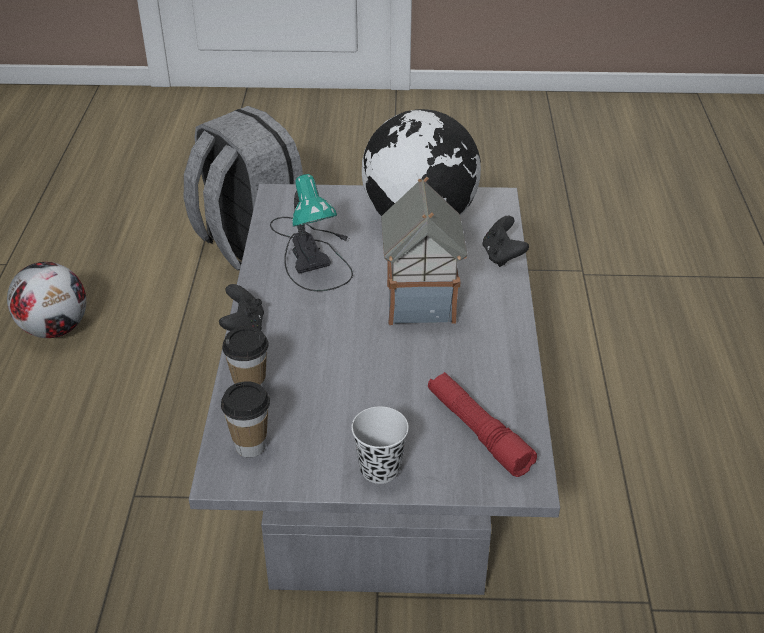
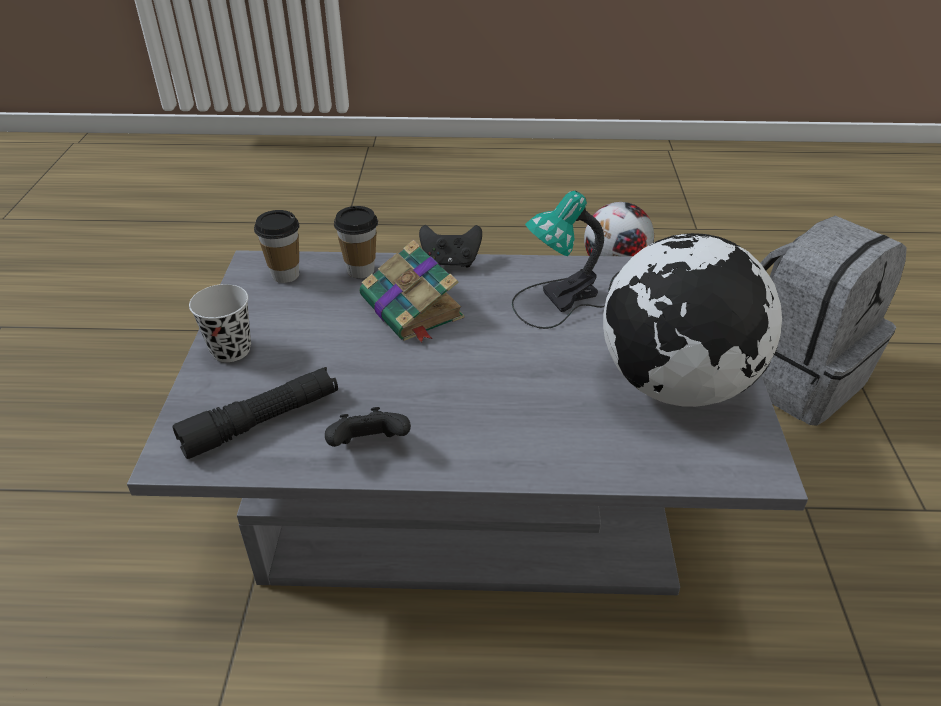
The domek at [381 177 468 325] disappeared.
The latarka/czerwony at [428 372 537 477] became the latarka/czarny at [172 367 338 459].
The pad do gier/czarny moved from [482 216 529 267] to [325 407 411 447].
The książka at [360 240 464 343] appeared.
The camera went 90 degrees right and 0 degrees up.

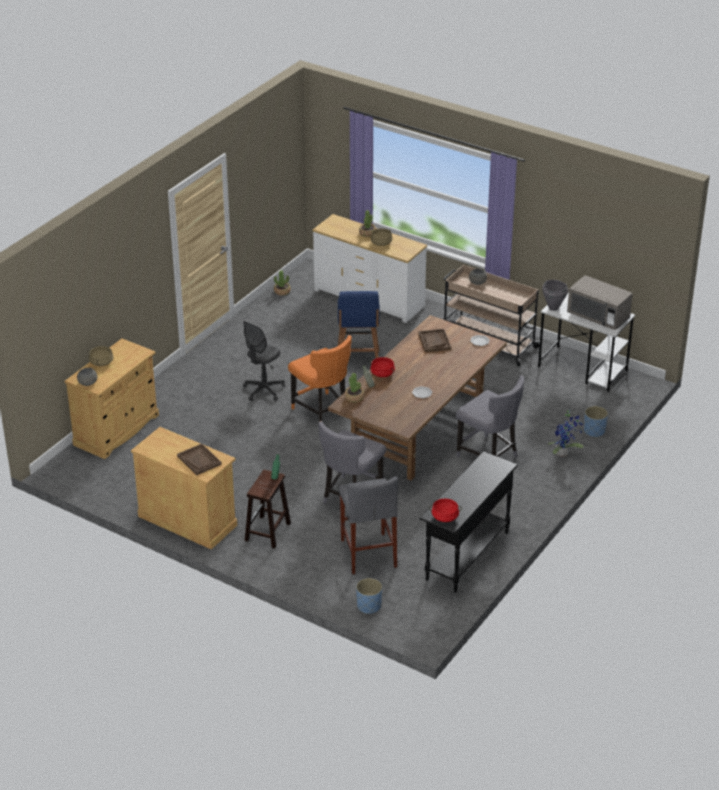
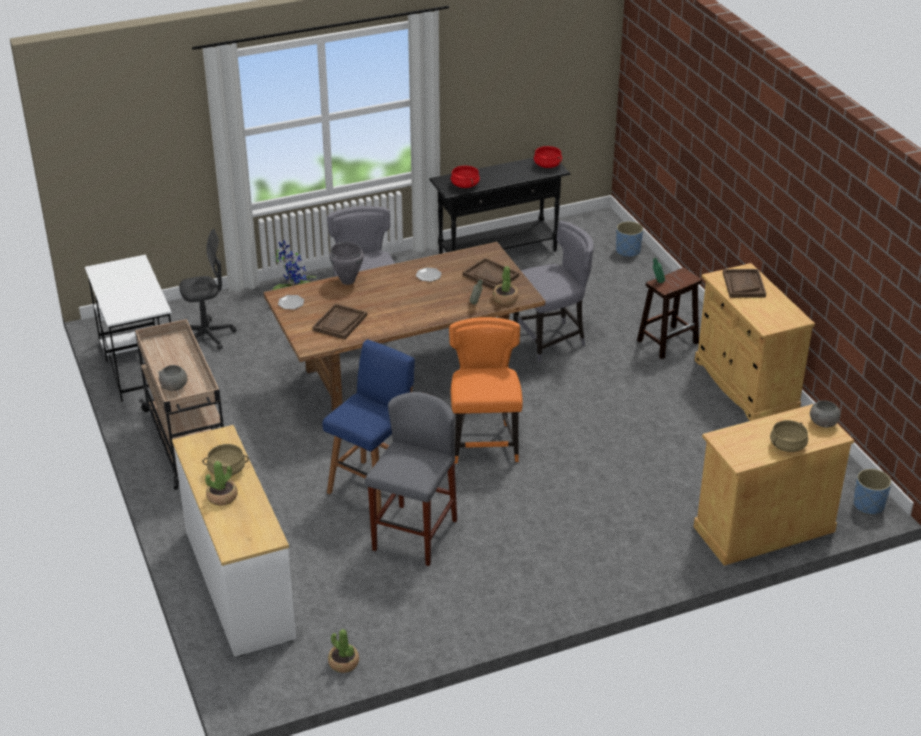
The krzesło biurowe/szary moved from [243 321 285 401] to [179 229 236 350].
The stołek/szary moved from [339 477 398 574] to [365 392 457 566].
The garnek/czerwony moved from [370 357 395 377] to [451 165 480 188].
The garnek/szary moved from [542 280 568 311] to [329 242 364 285].
The mikrofalówka/szary at [567 275 633 330] disappeared.
The donica/niebieski moved from [584 406 608 438] to [854 469 892 514].
The taca/brązowy at [463 258 519 290] appeared.
The camera went 145 degrees left and 0 degrees up.

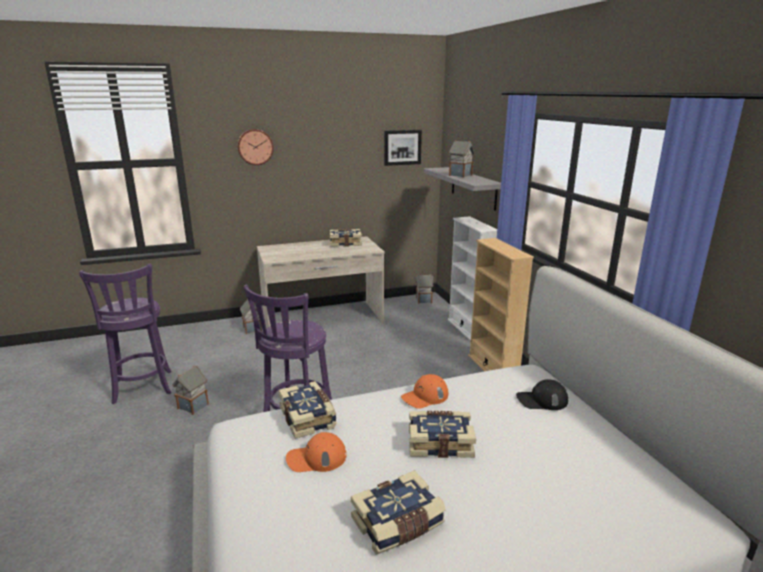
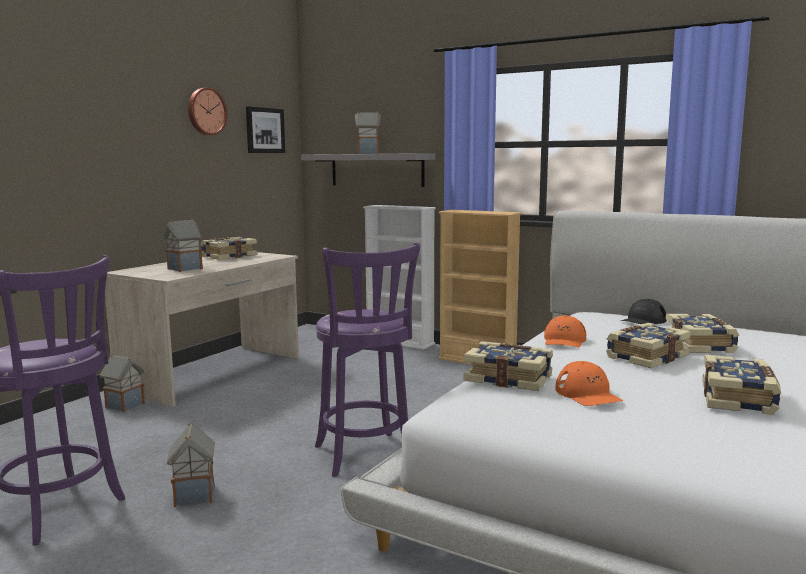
The zegar ścienny moved from [238 129 274 165] to [188 88 227 135].
The czapka z daszkiem/pomarańczowy at [286 432 347 472] turned 60 degrees counterclockwise.
The domek moved from [415 275 433 304] to [163 219 203 272].
The książka at [666 314 739 353] appeared.
The camera went 40 degrees left and 10 degrees down.

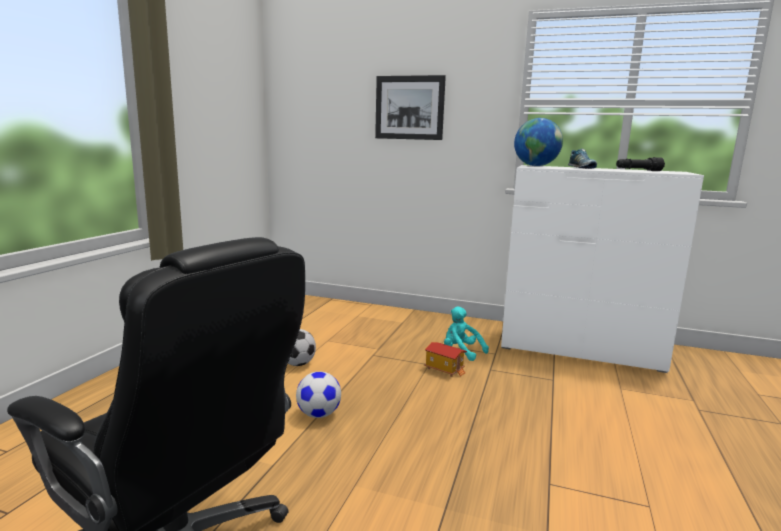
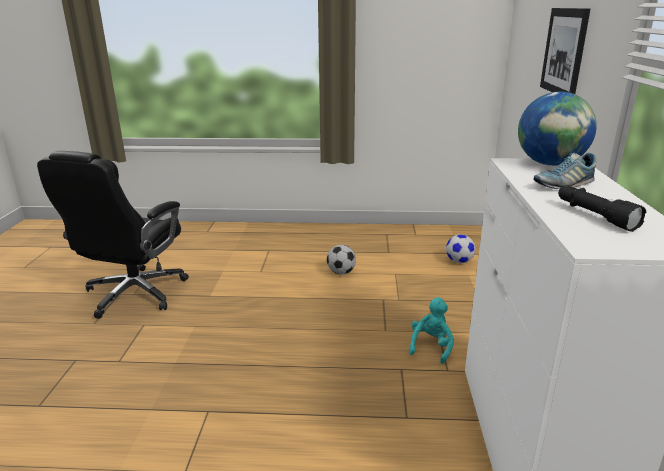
The piłka futbolowa moved from [296 372 341 418] to [446 235 476 263].
The domek at [424 342 467 377] disappeared.
The camera went 75 degrees right and 10 degrees up.

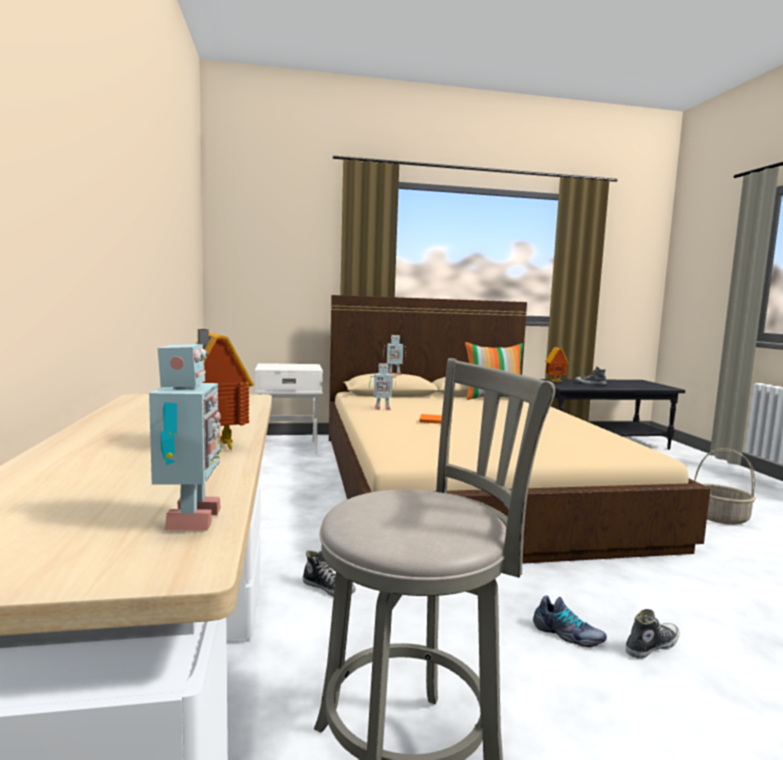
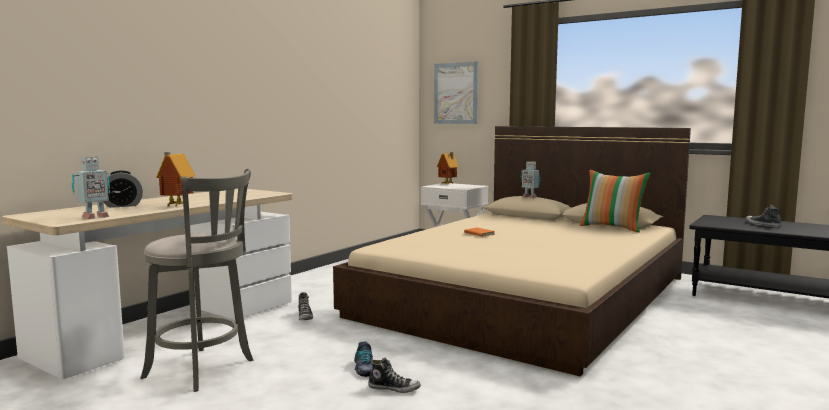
The robot zabawkowy at [369 363 396 410] disappeared.
The domek moved from [545 346 569 382] to [437 152 458 184].
The koszyk at [694 448 756 525] disappeared.
The budzik at [103 170 143 208] appeared.
The obraz at [434 61 478 124] appeared.
The camera went 45 degrees right and 0 degrees up.

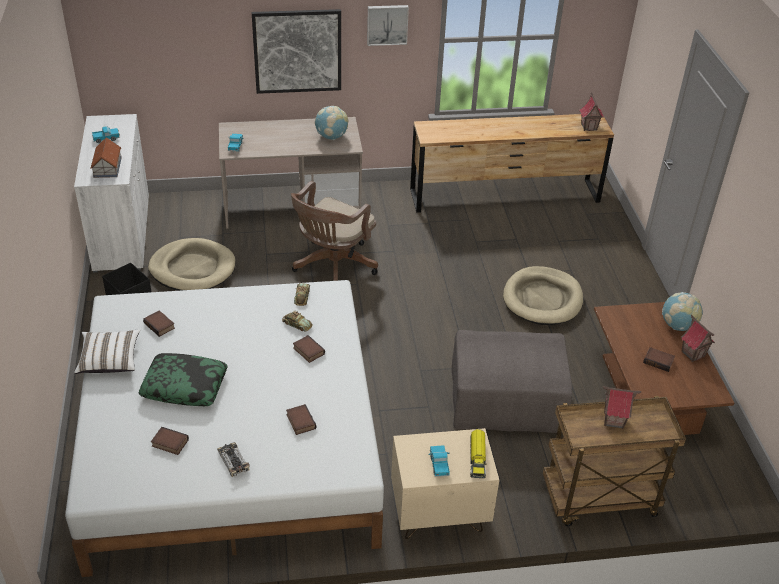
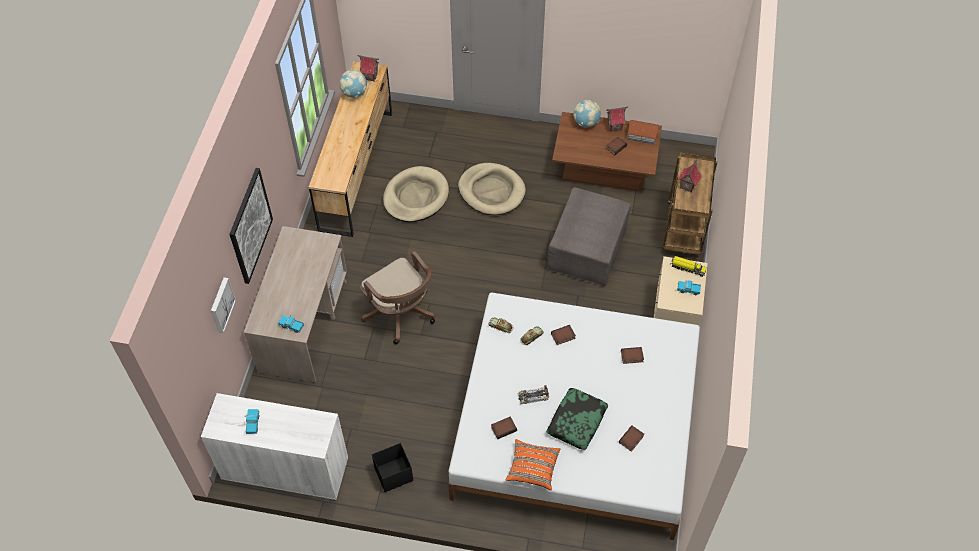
The poduszka/biały at [74 329 141 374] became the poduszka/pomarańczowy at [505 439 560 490].
The domek moved from [90 137 122 178] to [627 120 659 144].
The legowisko/beżowy moved from [148 238 235 291] to [383 166 449 222].
The samochodzik moved from [217 442 250 477] to [518 385 549 404].
The globus moved from [315 106 348 140] to [339 69 367 98].
The obraz moved from [367 5 409 46] to [211 277 236 333].
The camera went 70 degrees left and 15 degrees up.

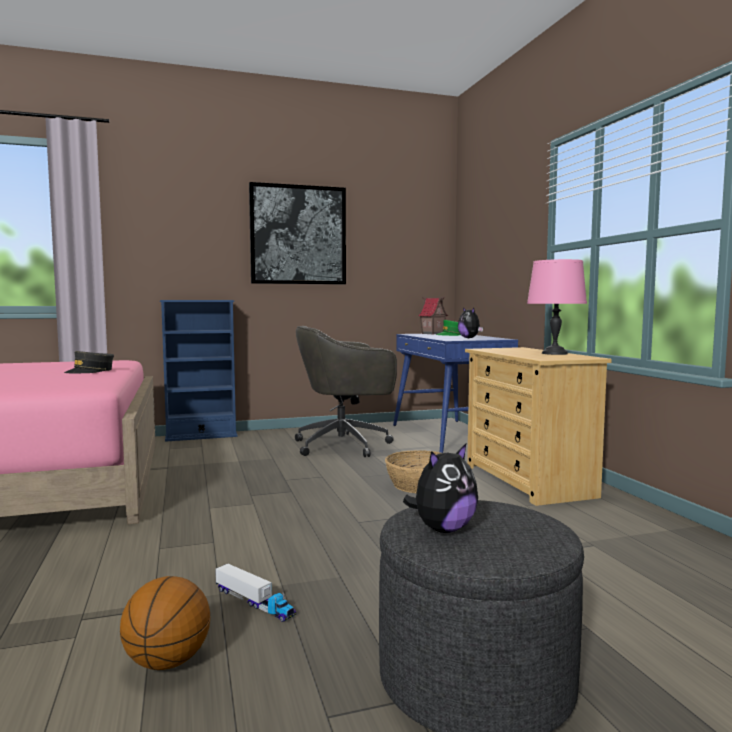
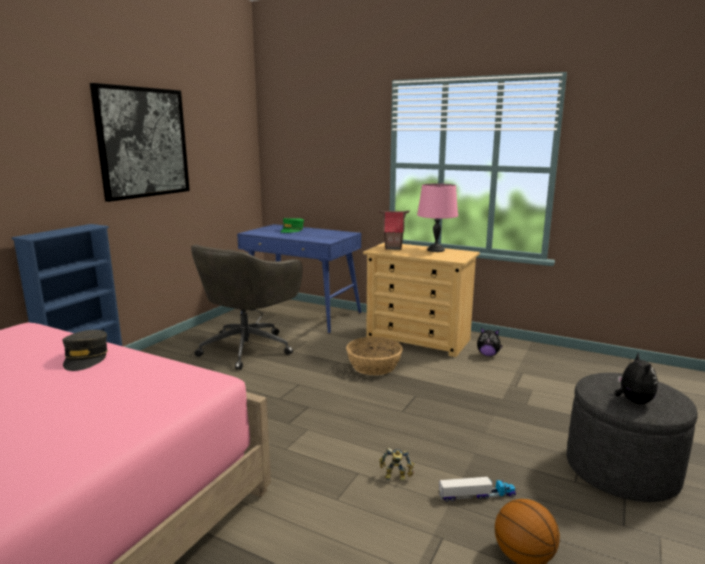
The domek moved from [417 296 448 335] to [379 210 410 250].
The pluszak moved from [458 307 483 338] to [477 328 503 356].
The robot zabawkowy at [379 448 414 480] appeared.
The camera went 45 degrees left and 10 degrees up.

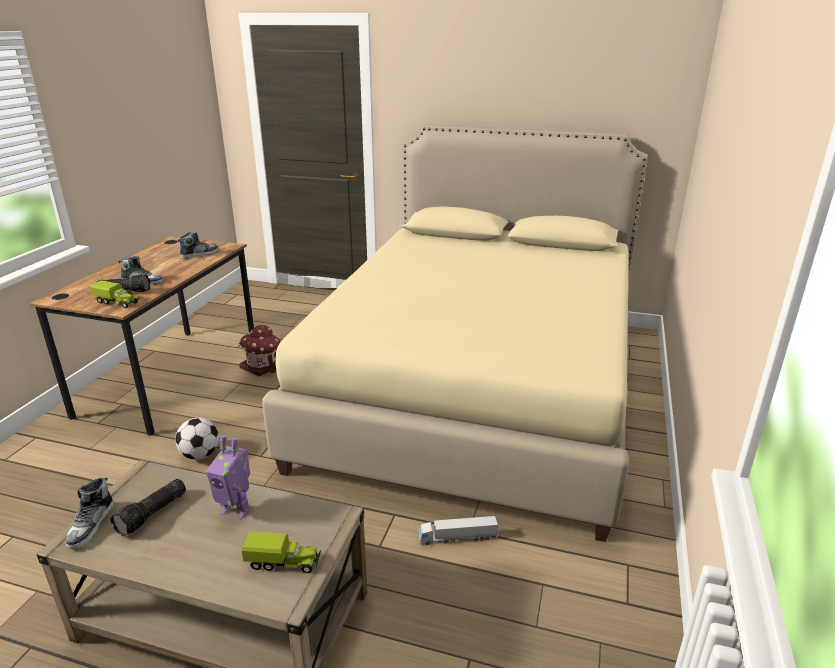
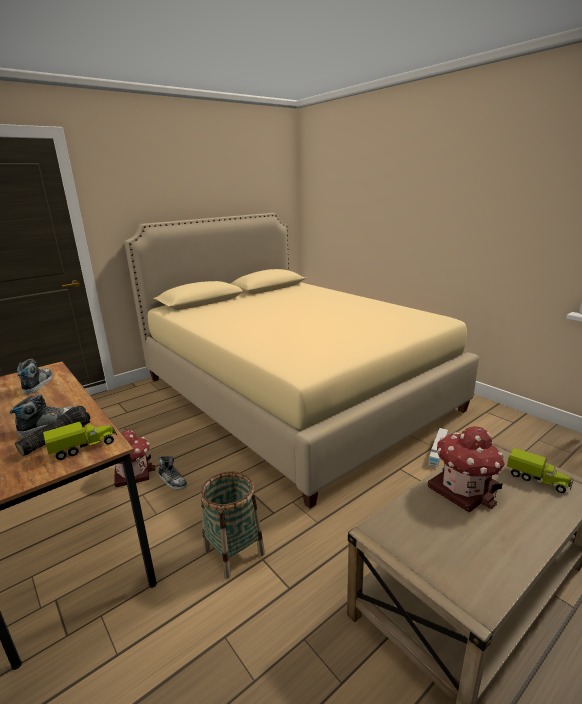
The but moved from [65 477 114 549] to [158 456 187 490].
The latarka at [110 479 186 536] disappeared.
The piłka futbolowa at [175 418 219 460] was replaced by the koszyk at [201 471 265 579].
The robot zabawkowy at [206 435 250 519] was replaced by the domek at [428 426 505 512].
The ciężarówka zabawkowa at [242 532 321 573] turned 90 degrees clockwise.
The camera went 55 degrees left and 5 degrees down.

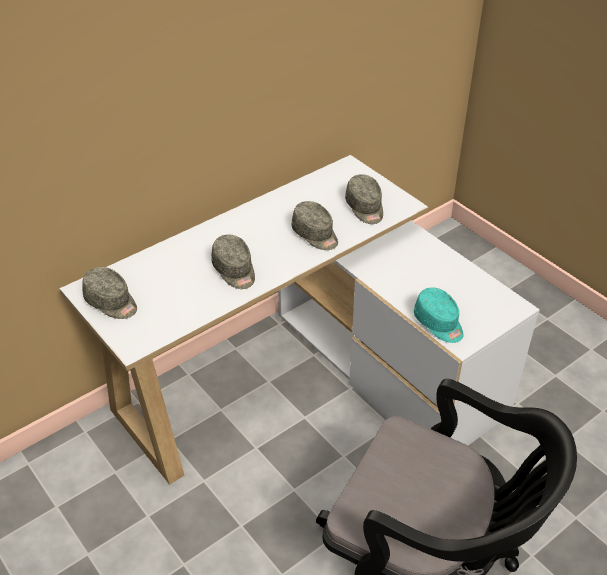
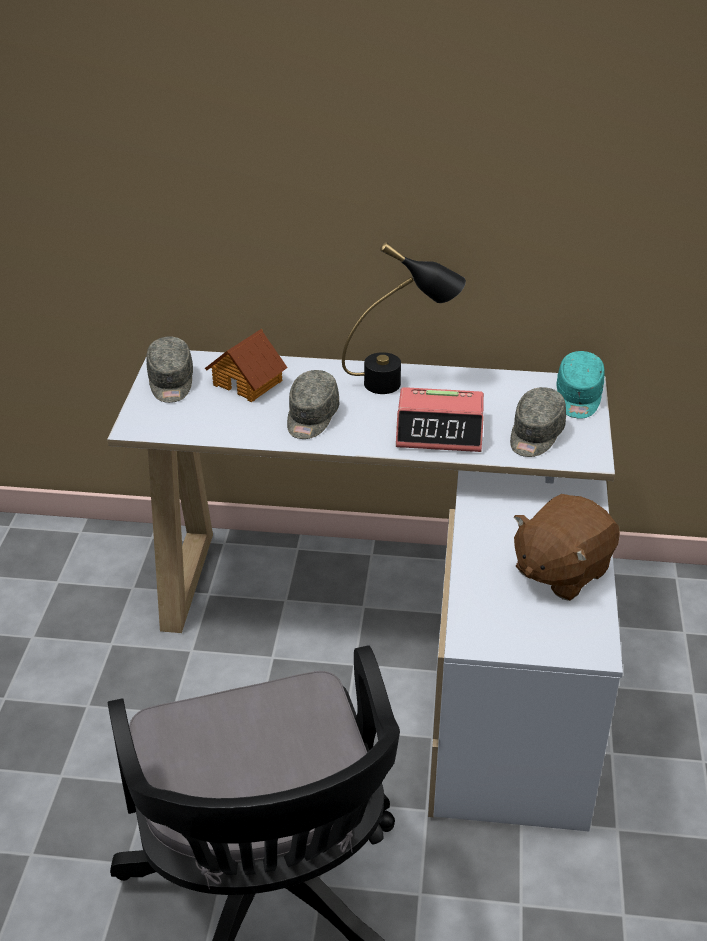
The czapka z daszkiem/szary at [292 201 338 250] was replaced by the budzik at [396 387 484 452].
The czapka z daszkiem/turkusowy moved from [414 287 463 343] to [557 351 605 419].
The domek at [205 329 288 402] appeared.
The lampa stołowa/czarny at [342 242 466 394] appeared.
The pluszak/brązowy at [514 494 620 601] appeared.
The camera went 45 degrees right and 5 degrees down.

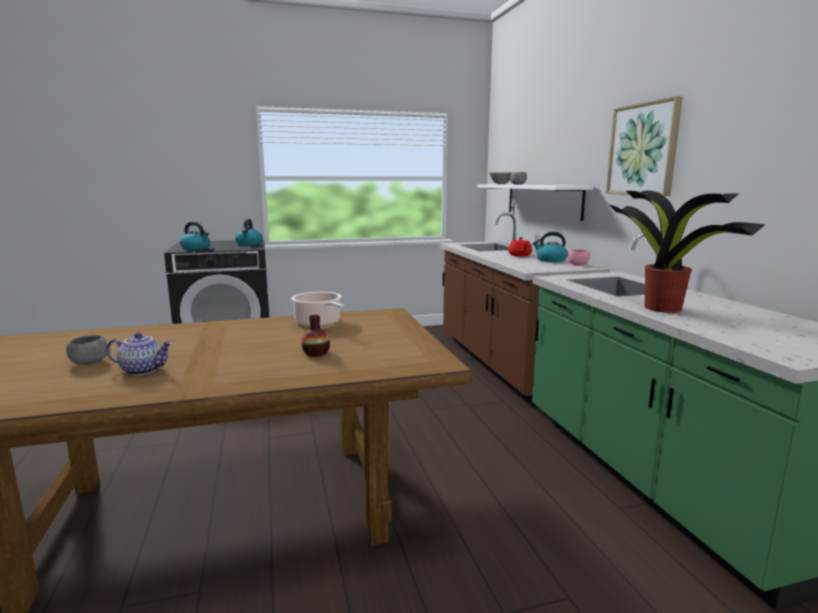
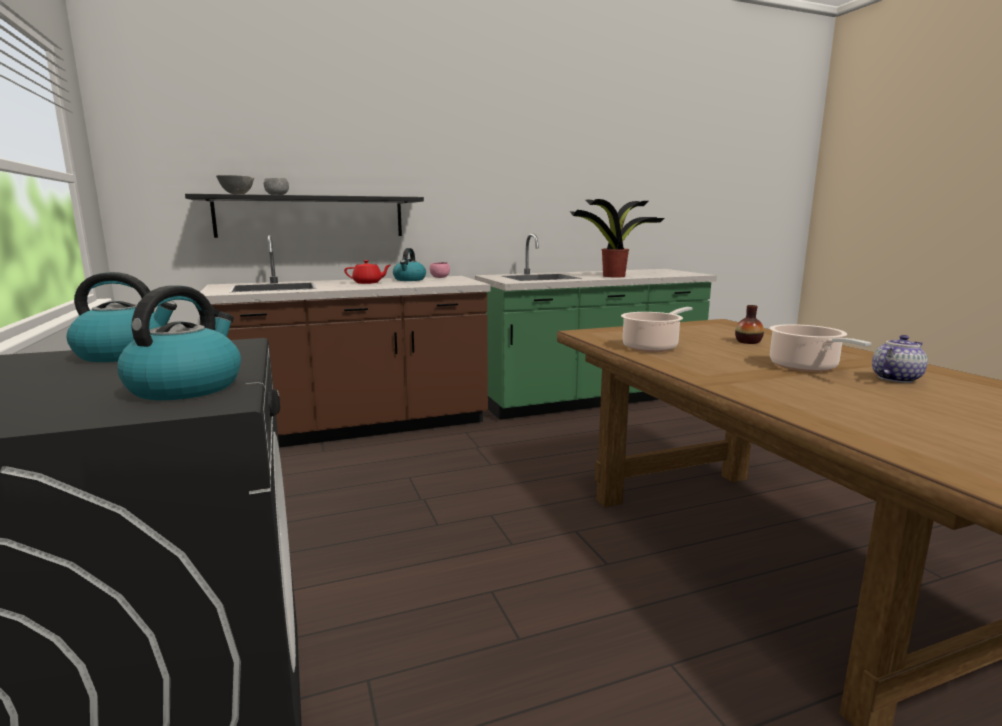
The miska/szary at [66 335 108 365] disappeared.
The imbryk at [106 332 172 376] turned 60 degrees clockwise.
The półka/biały at [477 184 594 221] became the półka/czarny at [185 194 424 238].
The obraz at [606 96 683 196] disappeared.
The garnek at [769 324 871 372] appeared.
The camera went 95 degrees left and 0 degrees up.

